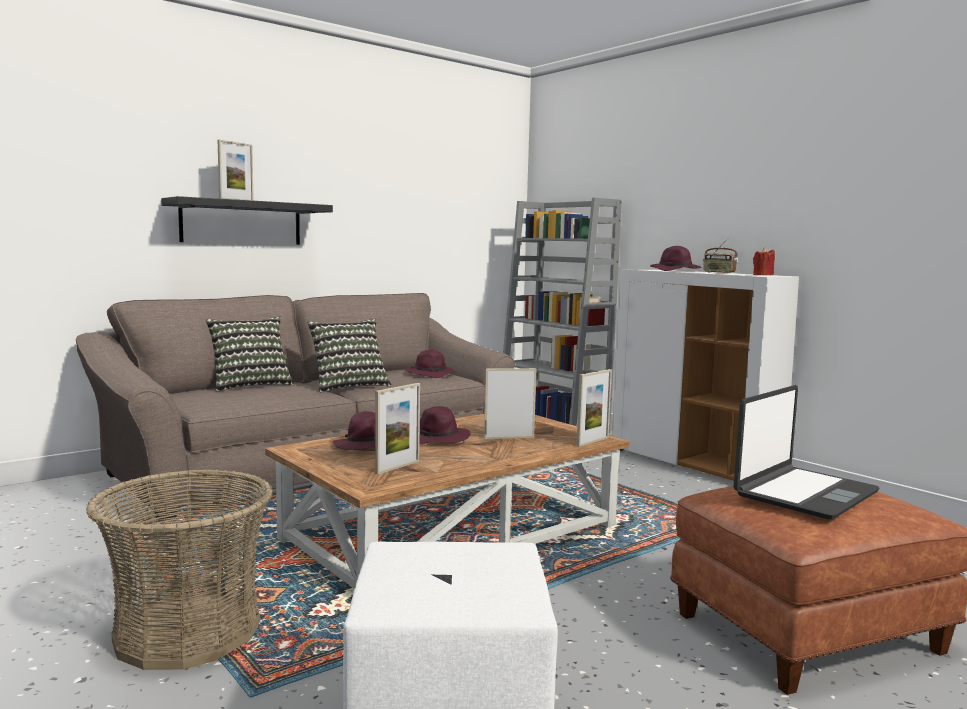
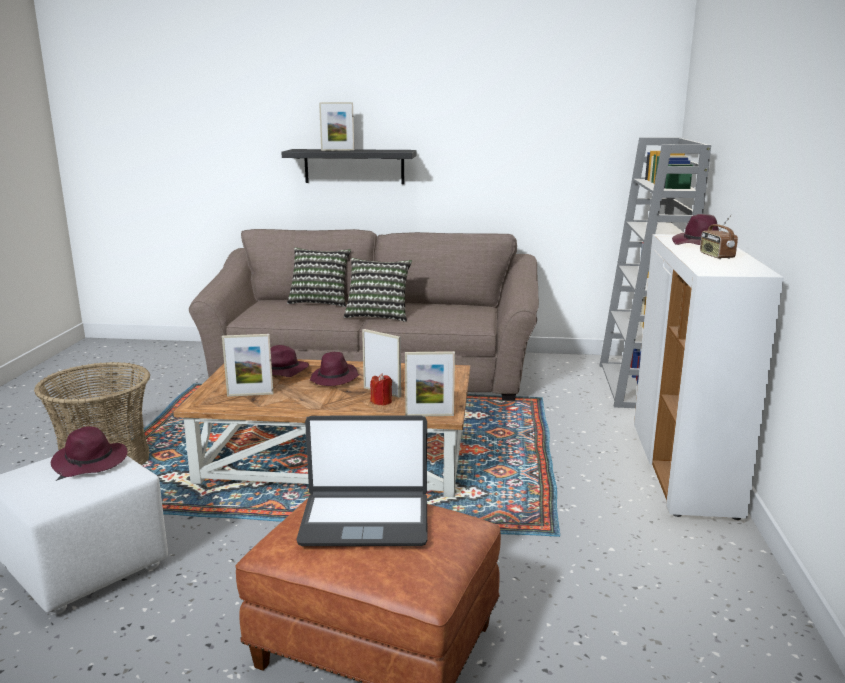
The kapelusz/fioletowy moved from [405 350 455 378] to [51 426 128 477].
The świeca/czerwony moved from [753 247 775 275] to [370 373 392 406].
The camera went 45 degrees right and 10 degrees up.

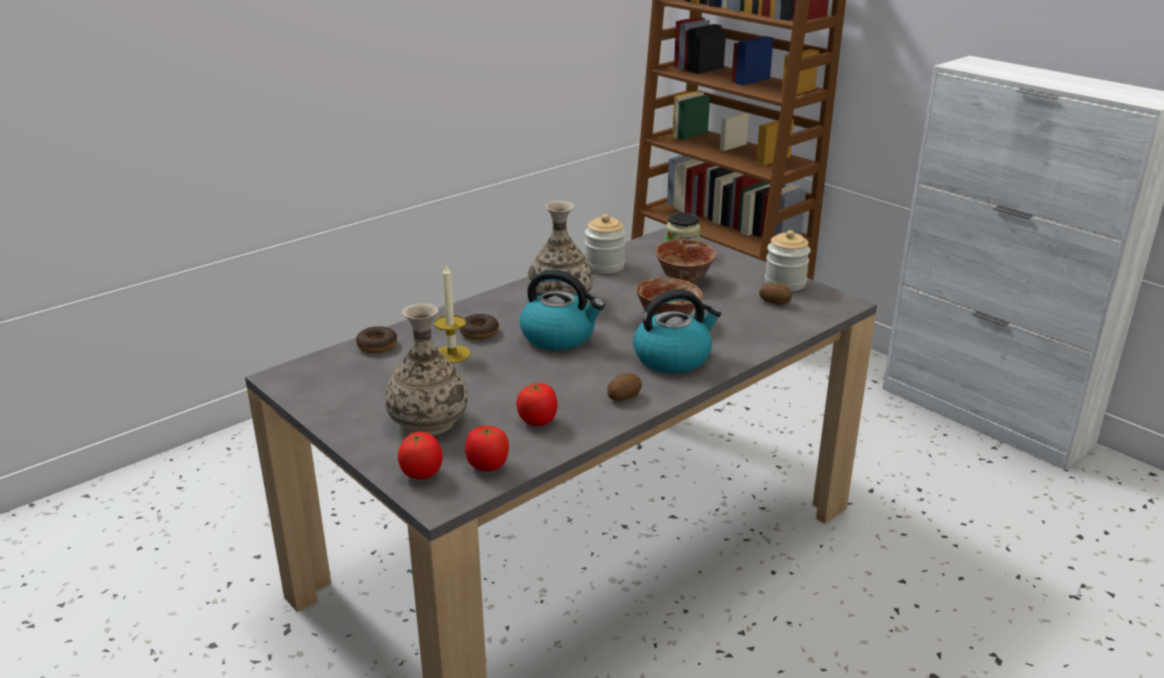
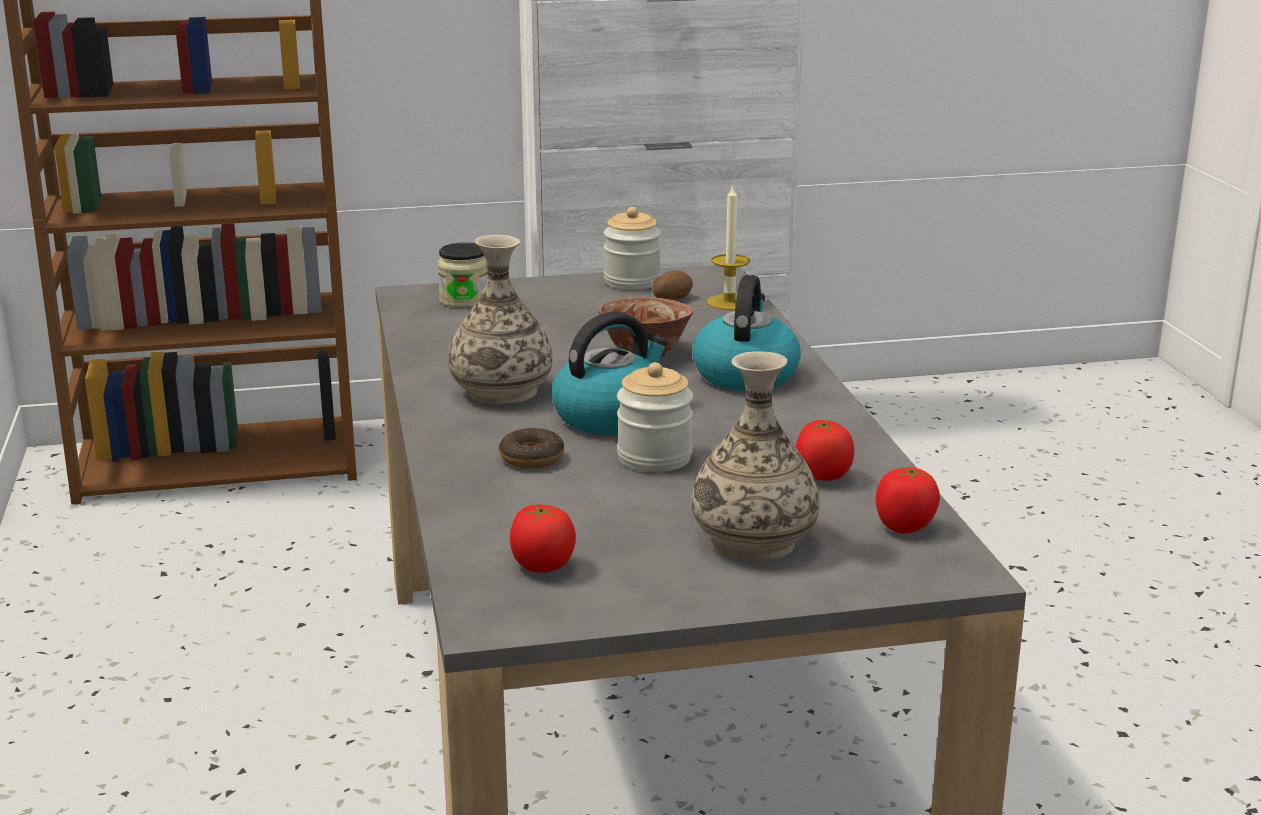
The donut at [356 326 397 353] disappeared.
The pomidor moved from [398 432 443 479] to [510 505 576 573].
The świeca moved from [434 265 471 363] to [707 183 750 310].
The słoik moved from [585 214 626 274] to [617 362 693 472].
The ziemniak at [607 373 642 401] disappeared.
The miska at [656 239 717 284] disappeared.
The camera went 60 degrees left and 5 degrees down.

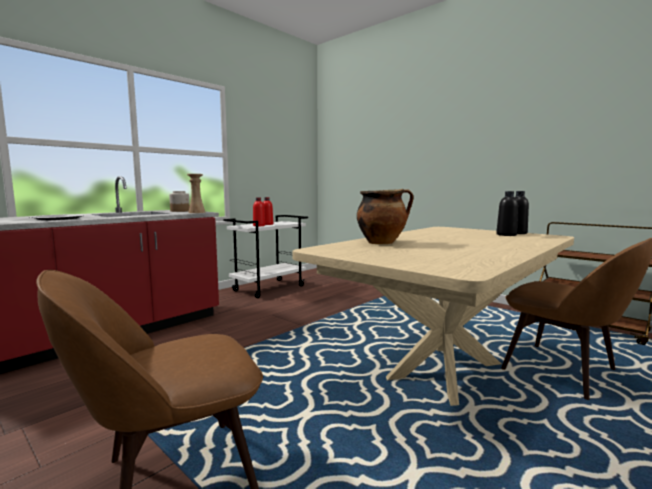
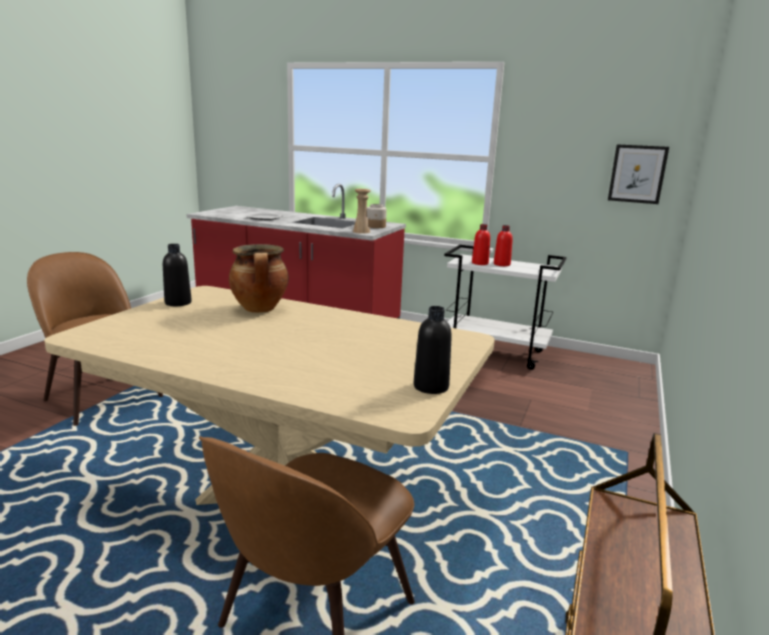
The butelka/czarny moved from [496 191 518 236] to [163 244 192 306].
The obraz at [608 144 669 204] appeared.
The camera went 70 degrees right and 10 degrees up.

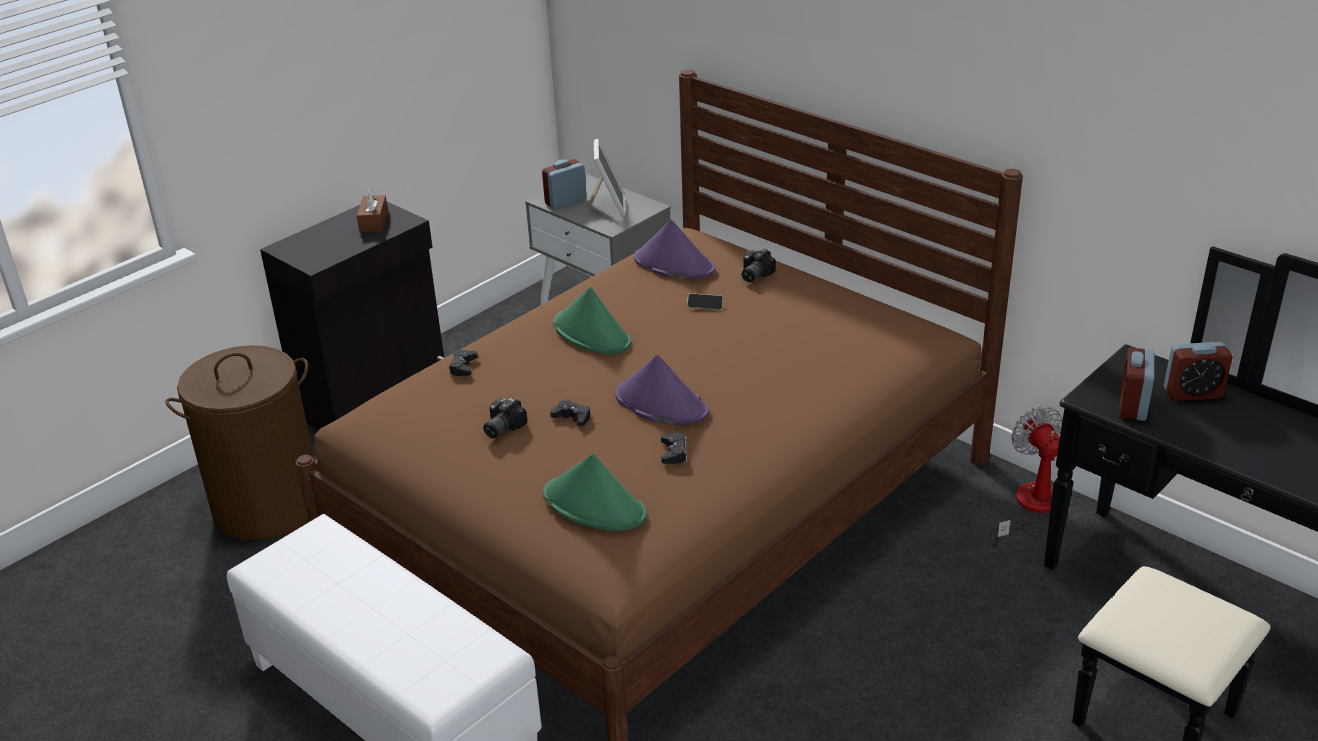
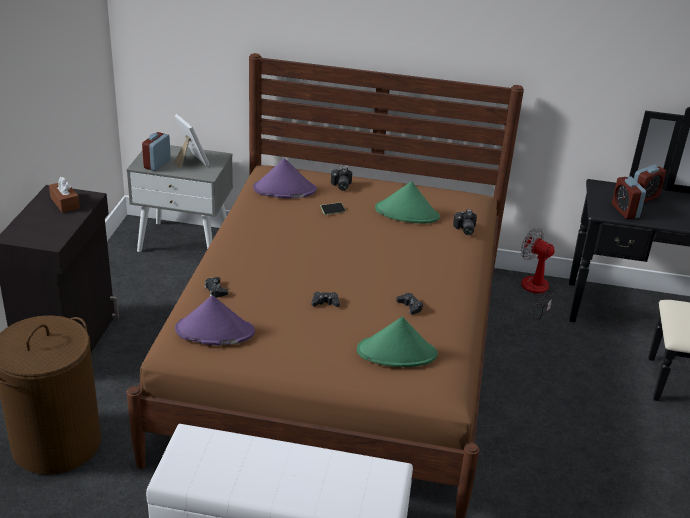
The aparat fotograficzny moved from [483 398 528 438] to [453 209 477 235].
The kapelusz/zielony moved from [553 287 631 354] to [375 181 440 223].
The kapelusz/fioletowy moved from [615 355 709 426] to [175 295 255 345].
The camera went 35 degrees left and 0 degrees up.

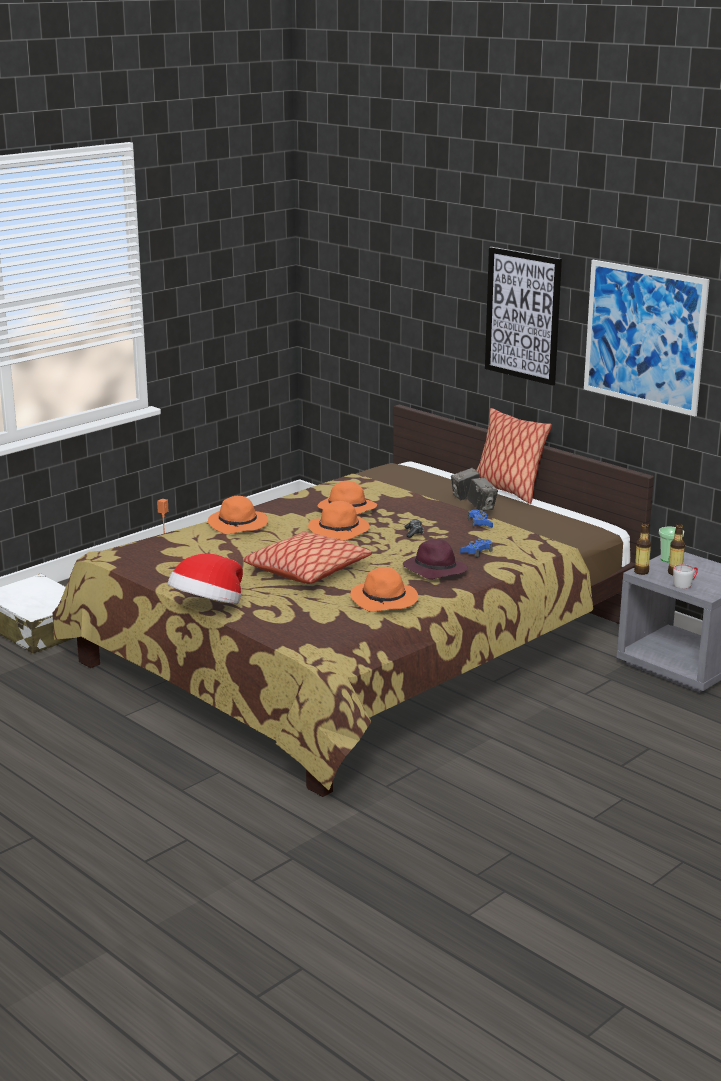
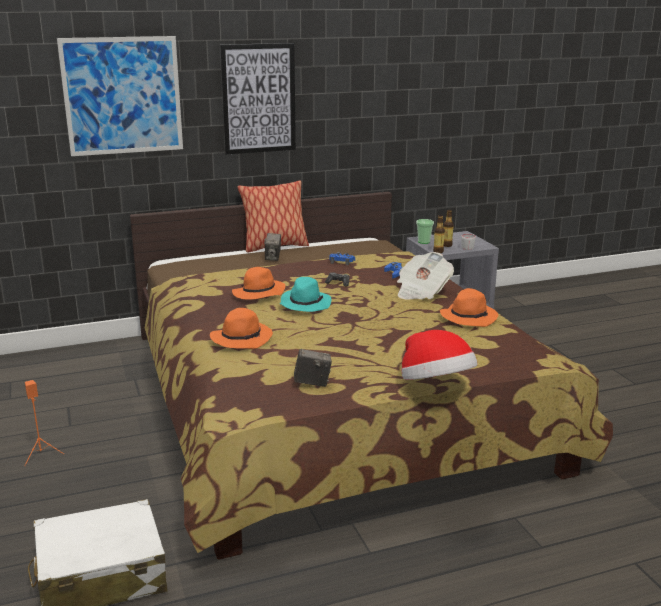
The poduszka at [243 531 372 584] disappeared.
The kapelusz/pomarańczowy at [308 501 370 541] became the kapelusz/turkusowy at [280 277 331 312].
The kapelusz/fioletowy at [403 539 468 579] was replaced by the gazeta at [397 252 454 300].
The aparat fotograficzny moved from [467 478 498 511] to [294 349 332 387].
The obraz moved from [584 260 710 416] to [57 36 183 156].
The camera went 65 degrees left and 0 degrees up.

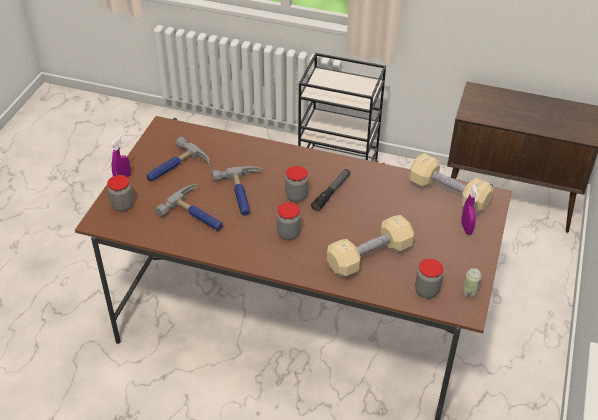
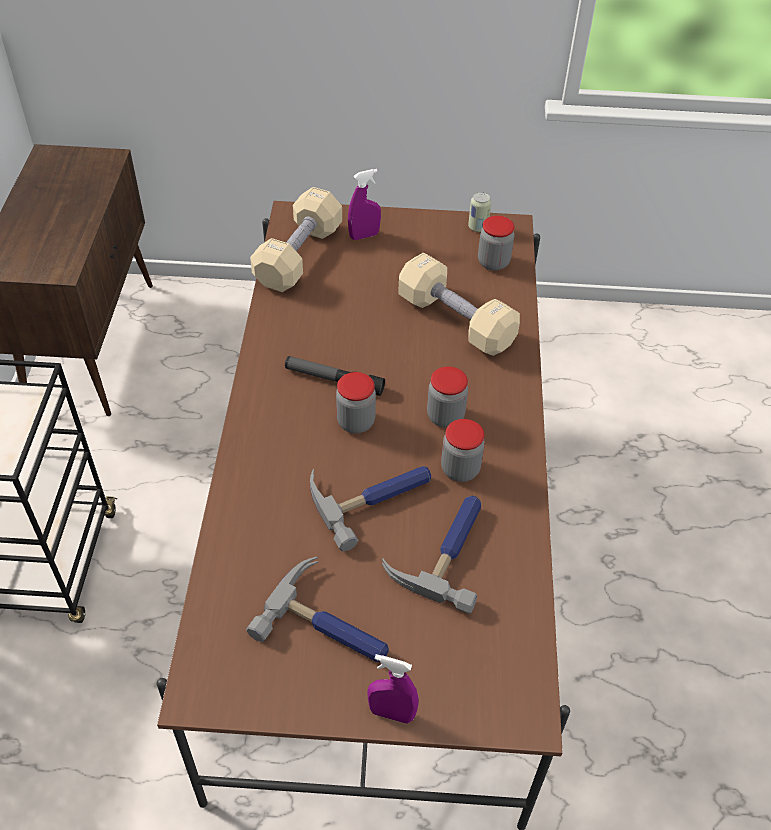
The słoik moved from [107 175 134 212] to [441 419 485 482].
The camera went 105 degrees left and 5 degrees up.

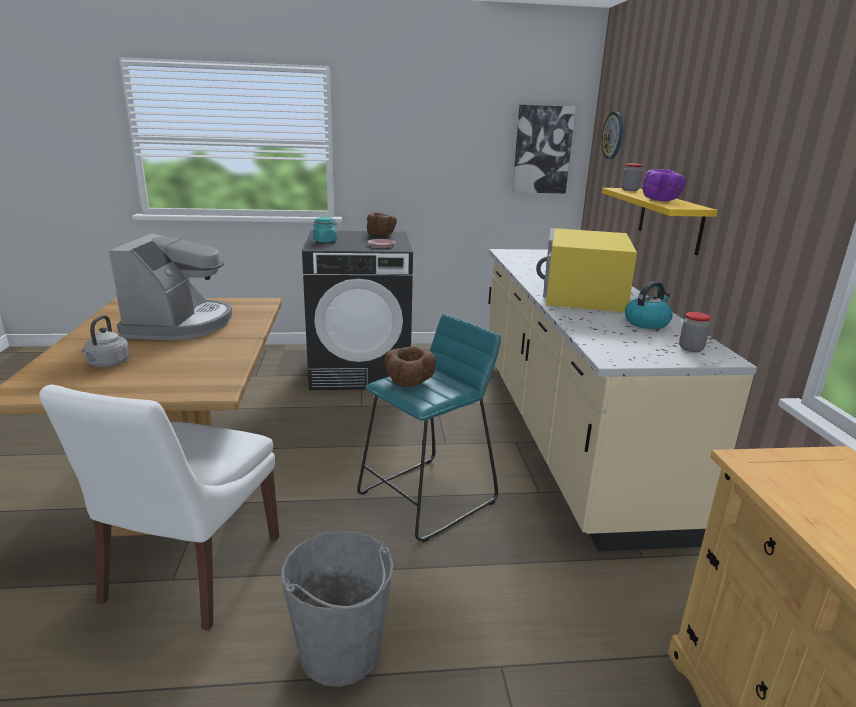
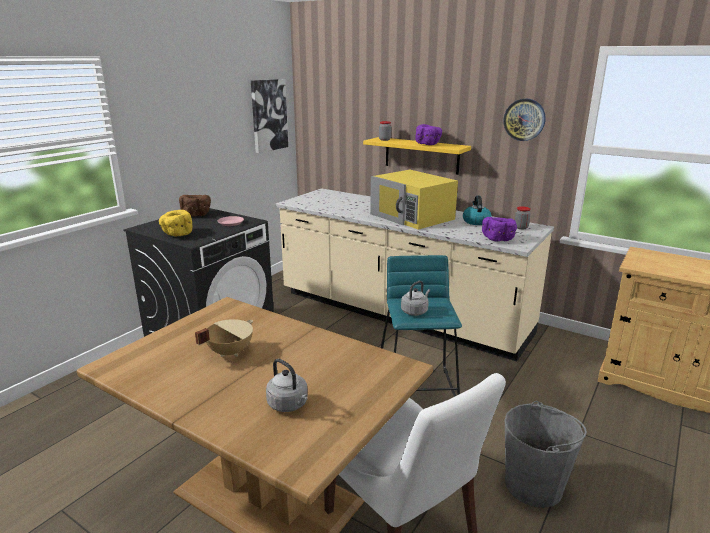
The ekspres do kawy at [109 233 232 340] was replaced by the garnek/beżowy at [195 319 253 357].
The słoik/turkusowy at [313 217 337 243] was replaced by the miska/żółty at [159 210 193 237].
The miska/brązowy at [384 346 436 387] was replaced by the czajnik/szary at [401 281 430 316].
The zegar ścienny moved from [601 112 623 159] to [503 99 546 141].
The miska/fioletowy at [482 217 517 242] appeared.
The camera went 50 degrees left and 0 degrees up.

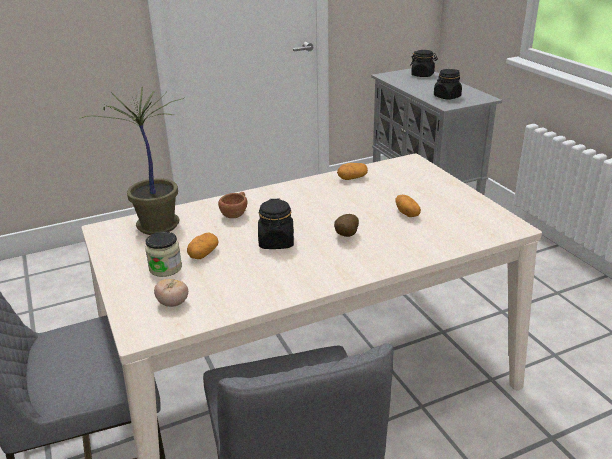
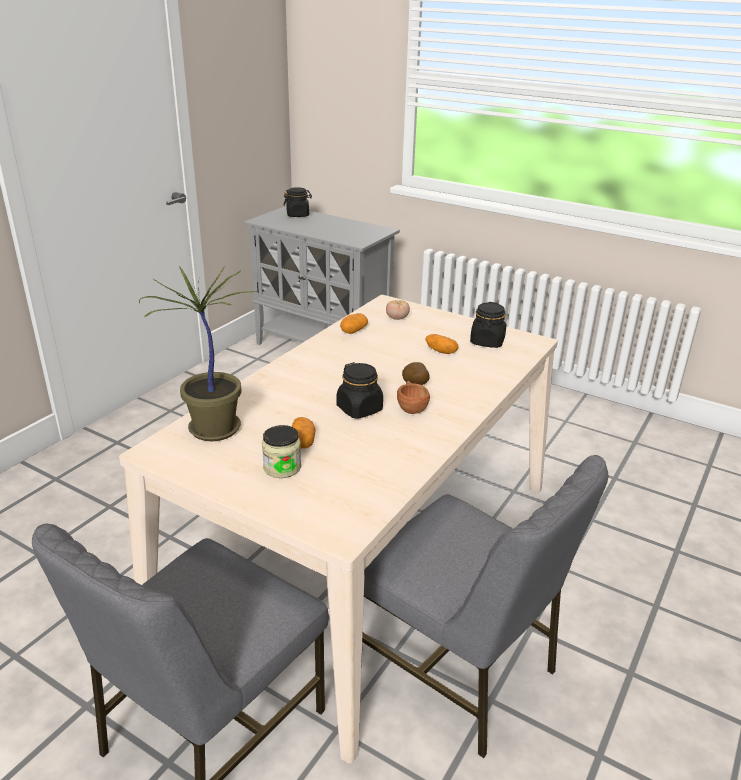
The pomidor moved from [154 279 188 307] to [386 300 410 320].
The filiżanka/brązowy moved from [218 192 248 218] to [397 381 430 414].
The słoik/czarny moved from [434 69 462 100] to [470 302 506 348].
The camera went 35 degrees left and 0 degrees up.

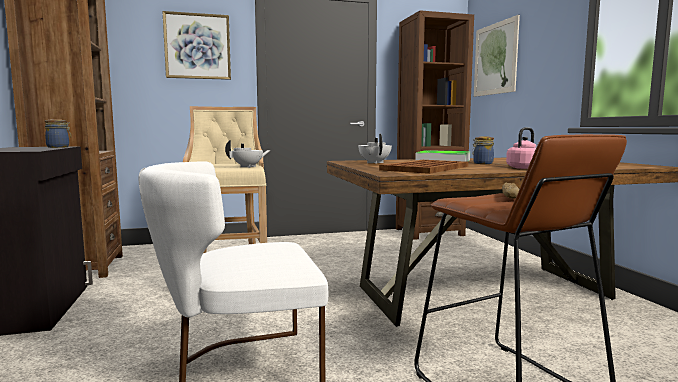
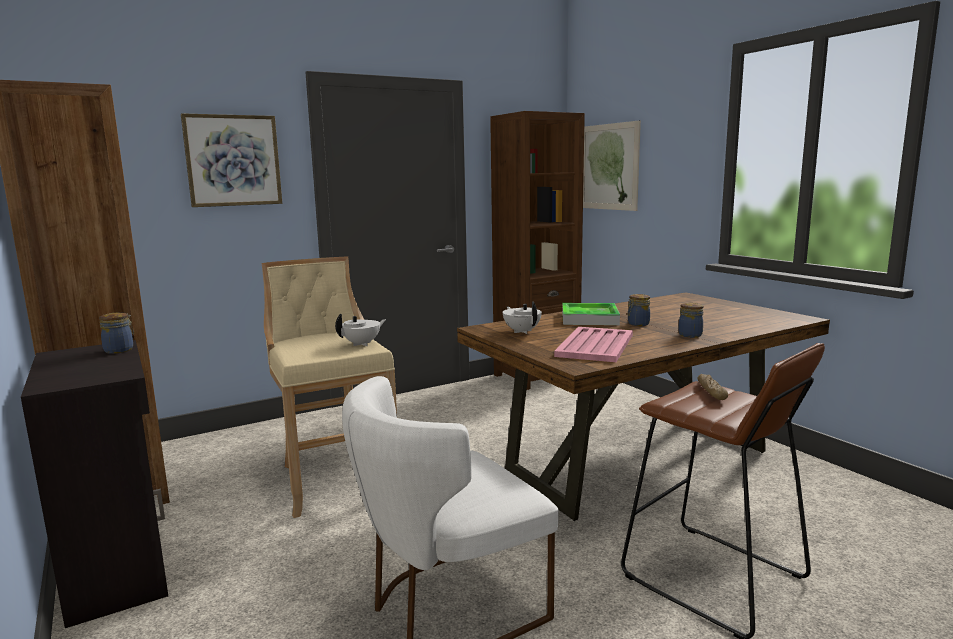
The taca/brązowy at [379 160 468 174] became the taca/różowy at [554 327 633 362].
The czajnik/różowy at [506 127 536 169] was replaced by the słoik at [678 303 704 338].
The camera went 15 degrees left and 5 degrees up.

